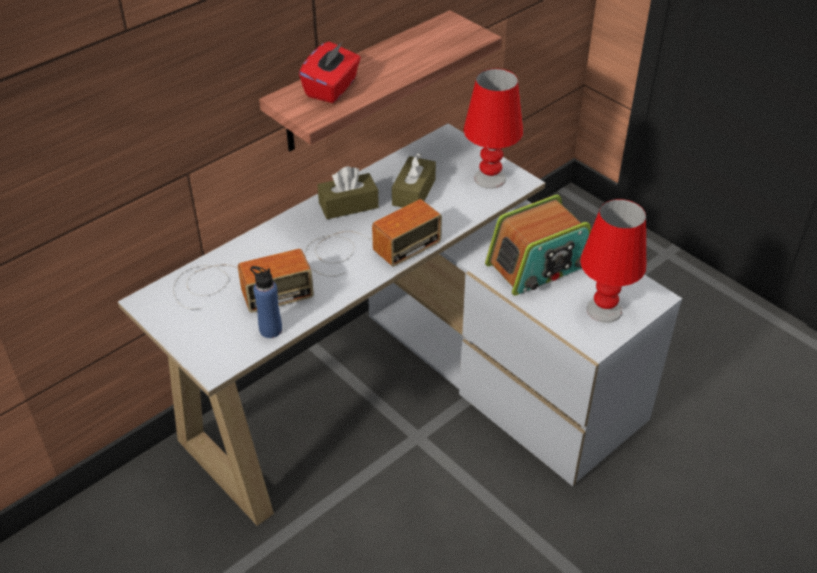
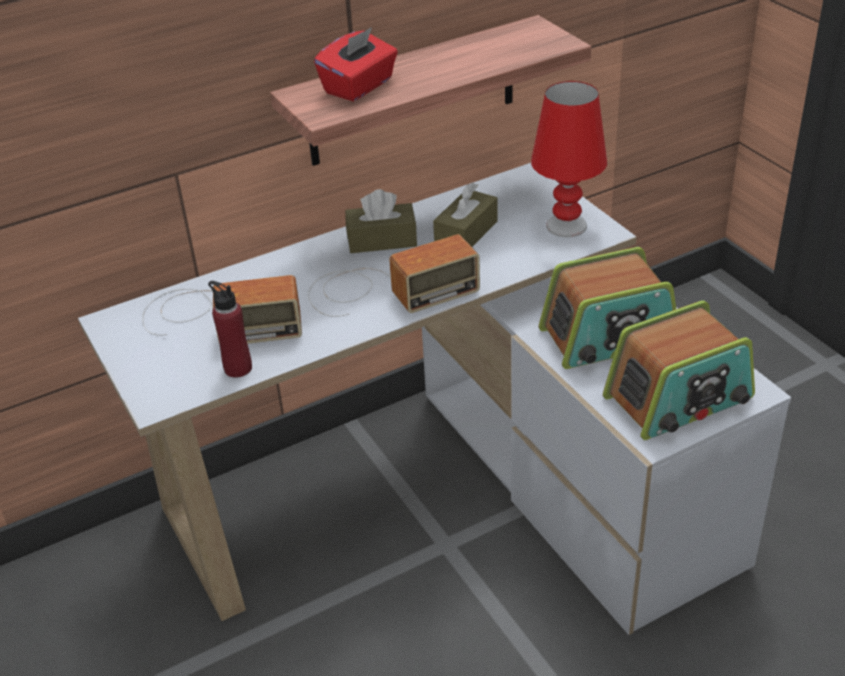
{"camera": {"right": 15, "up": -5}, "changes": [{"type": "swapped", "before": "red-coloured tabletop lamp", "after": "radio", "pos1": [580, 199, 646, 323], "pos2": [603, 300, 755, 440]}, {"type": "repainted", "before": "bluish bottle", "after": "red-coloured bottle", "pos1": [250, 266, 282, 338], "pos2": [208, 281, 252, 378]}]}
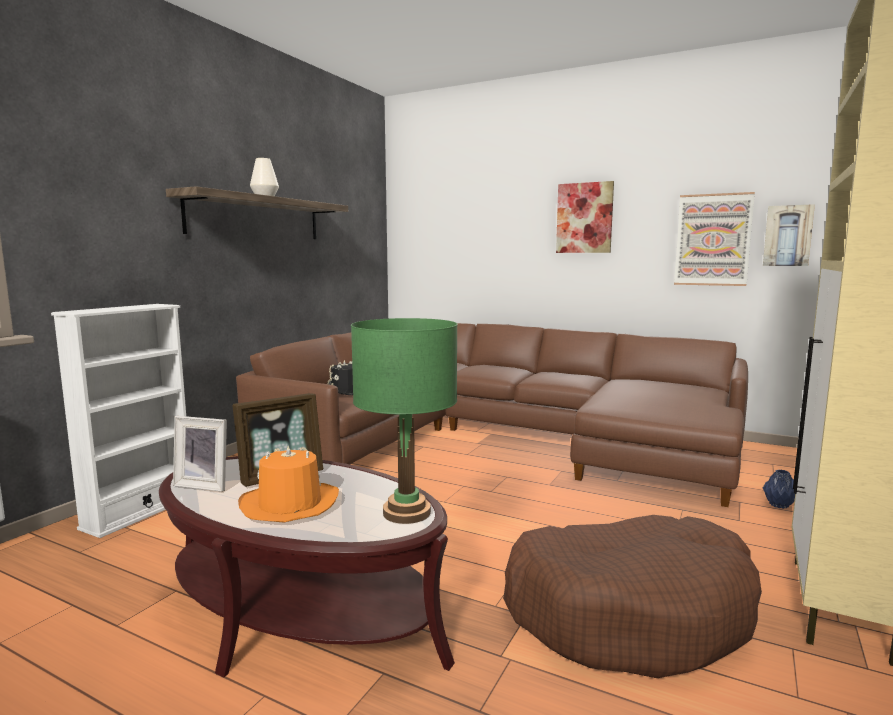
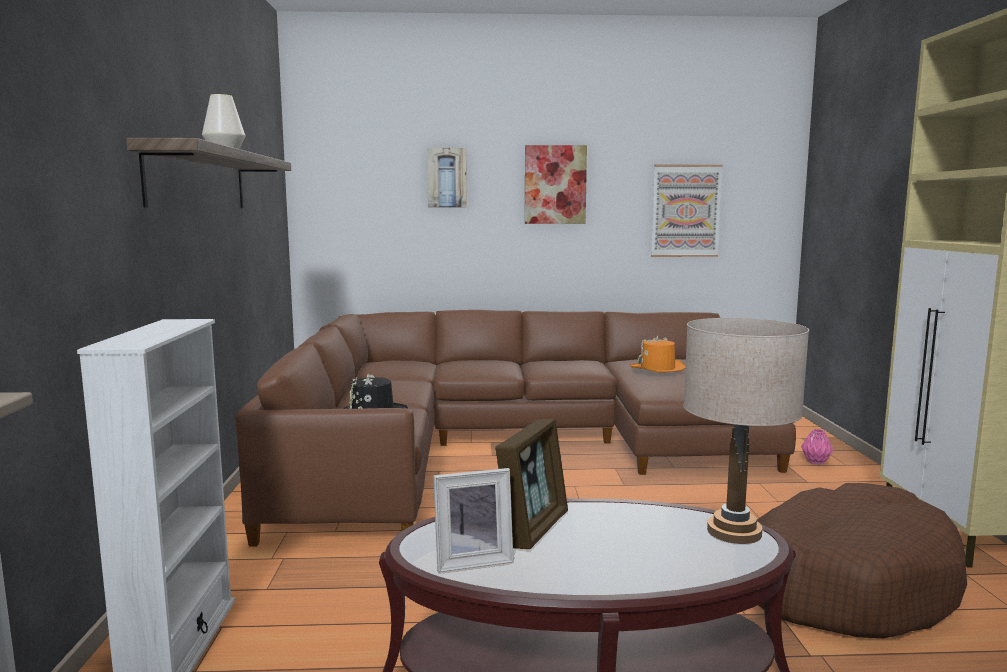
{"camera": {"right": -30, "up": 0}, "changes": [{"type": "shifted", "before": "orange hat", "pos1": [238, 446, 339, 523], "pos2": [630, 335, 686, 373]}, {"type": "shifted", "before": "wall picture", "pos1": [763, 204, 815, 266], "pos2": [427, 148, 467, 207]}, {"type": "repainted", "before": "green tabletop lamp", "after": "beige-coloured tabletop lamp", "pos1": [351, 318, 458, 524], "pos2": [683, 318, 809, 544]}, {"type": "repainted", "before": "bluish vase", "after": "pink-coloured vase", "pos1": [763, 470, 795, 509], "pos2": [801, 429, 833, 465]}]}
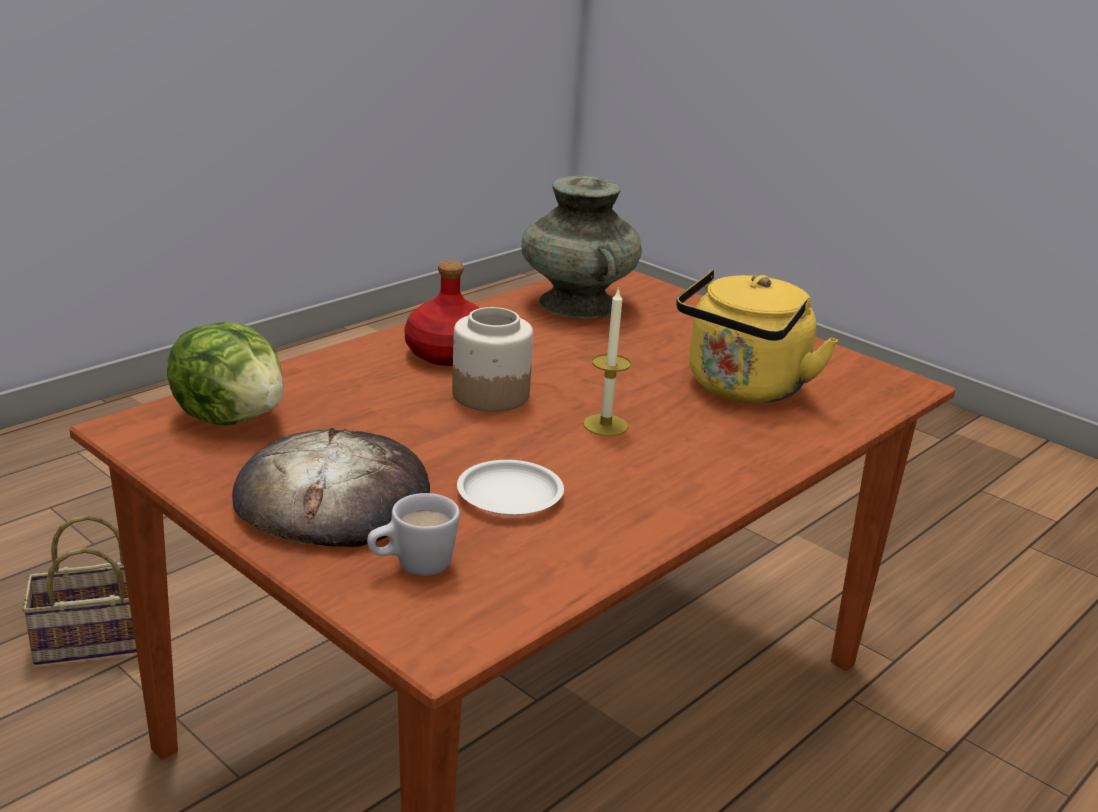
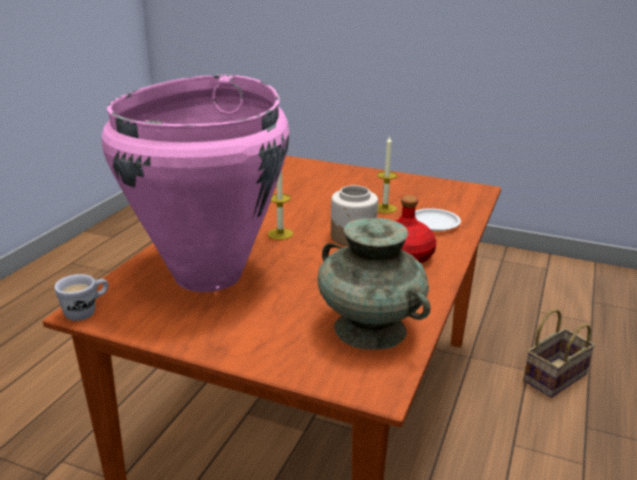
{"camera": {"right": 160, "up": 0}, "changes": [{"type": "gone", "before": "lettuce head", "pos1": [167, 322, 284, 426]}, {"type": "gone", "before": "baked bread", "pos1": [232, 428, 430, 547]}, {"type": "new", "after": "wax light", "pos2": [377, 135, 397, 213]}, {"type": "shifted", "before": "white mug", "pos1": [367, 493, 460, 576], "pos2": [55, 274, 108, 321]}, {"type": "shifted", "before": "white plate", "pos1": [457, 460, 564, 515], "pos2": [415, 208, 461, 231]}, {"type": "swapped", "before": "yellowish tea kettle", "after": "pink-coloured vase", "pos1": [676, 270, 838, 403], "pos2": [102, 74, 289, 292]}]}
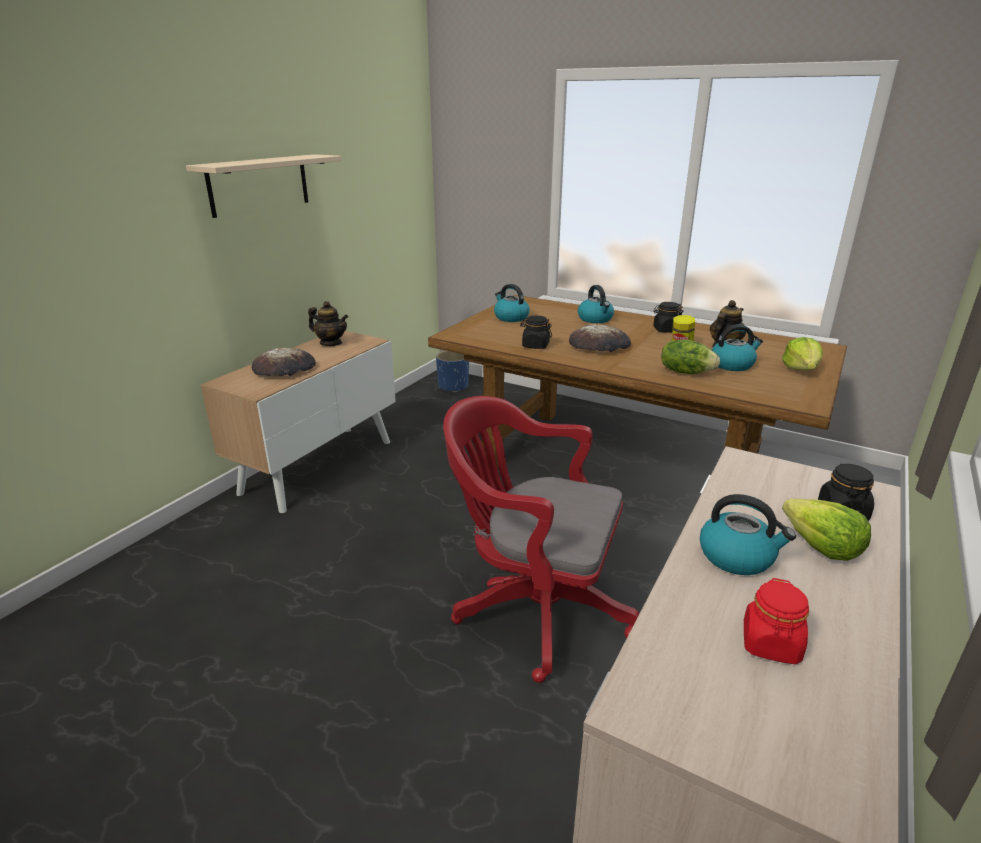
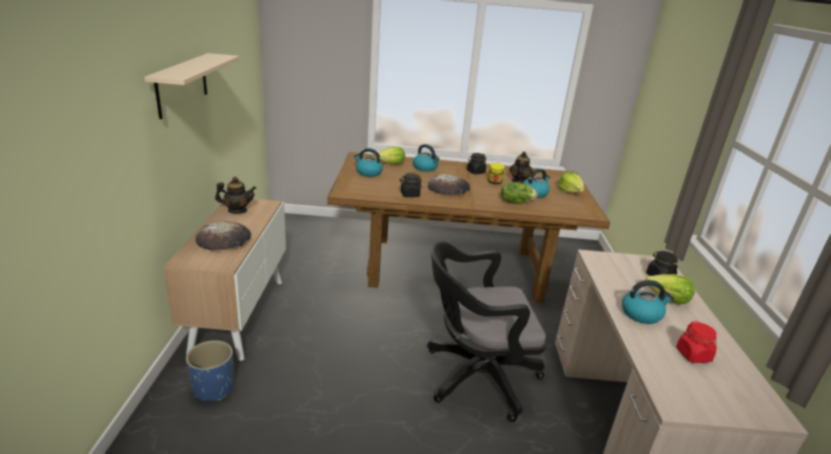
{"camera": {"right": -30, "up": 0}, "changes": [{"type": "new", "after": "lettuce head", "pos2": [376, 147, 405, 164]}, {"type": "shifted", "before": "bluish flower pot", "pos1": [436, 351, 469, 393], "pos2": [186, 340, 234, 401]}, {"type": "repainted", "before": "red-coloured computer chair", "after": "black-coloured computer chair", "pos1": [443, 396, 639, 683], "pos2": [427, 241, 546, 422]}]}
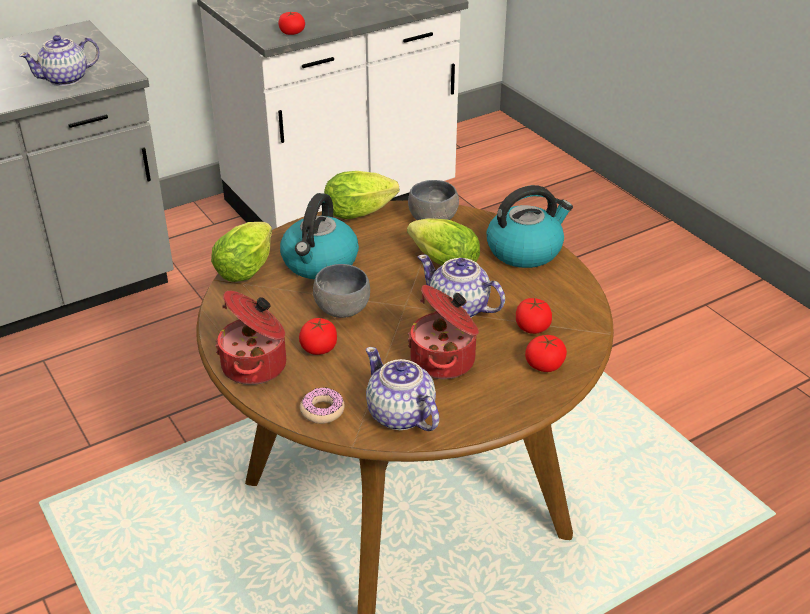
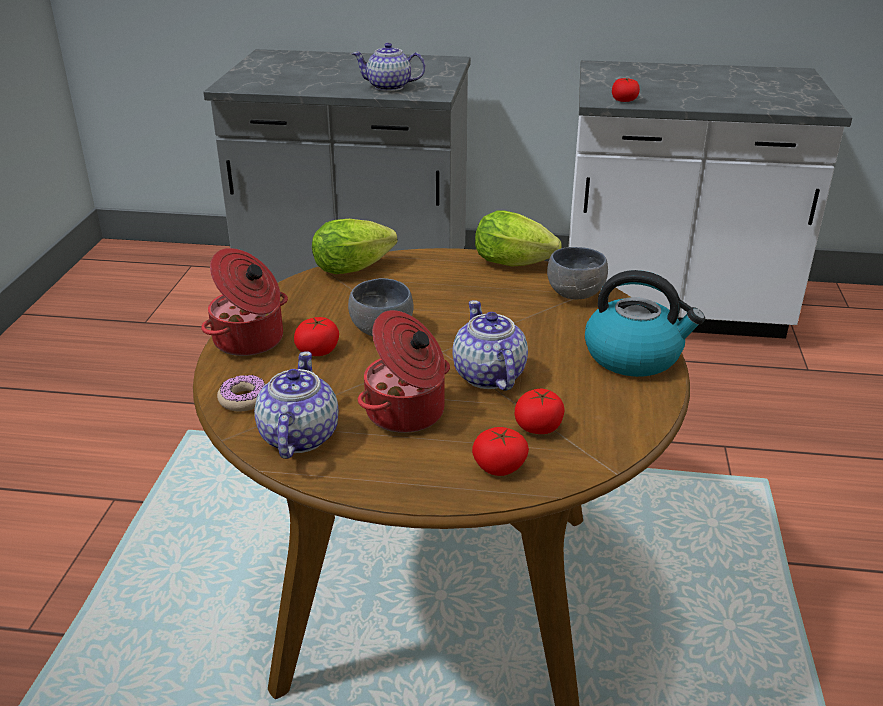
{"camera": {"right": 40, "up": -5}, "changes": [{"type": "gone", "before": "tea kettle", "pos1": [280, 193, 359, 279]}, {"type": "gone", "before": "lettuce head", "pos1": [407, 218, 480, 266]}]}
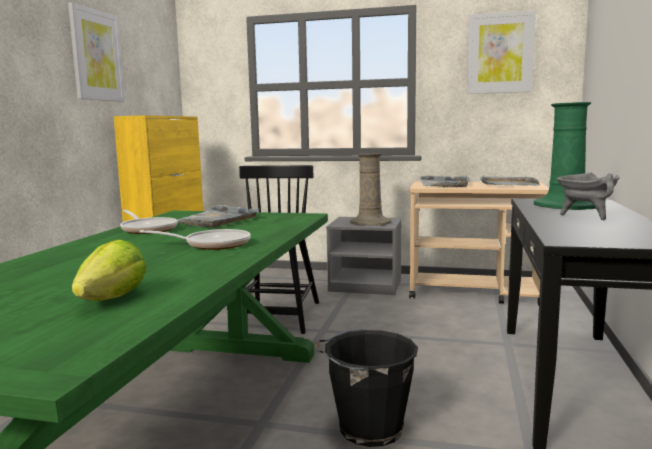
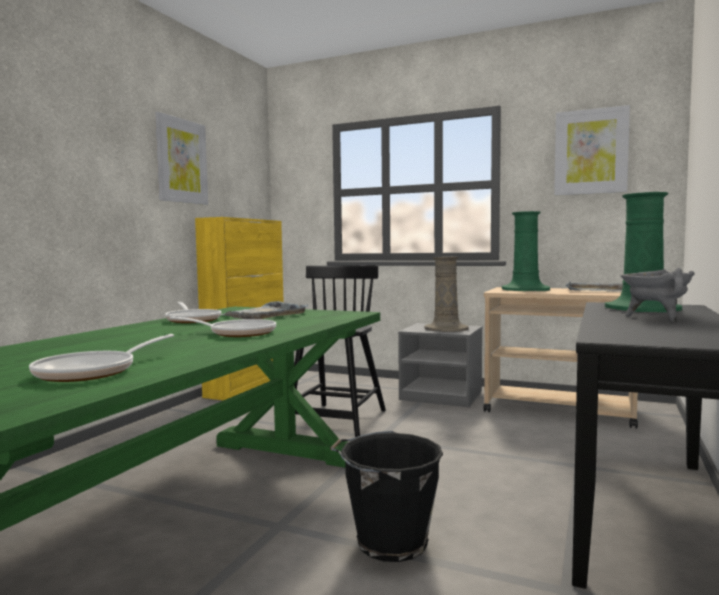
{"camera": {"right": 10, "up": -5}, "changes": [{"type": "swapped", "before": "lettuce head", "after": "skillet", "pos1": [72, 239, 147, 301], "pos2": [29, 334, 174, 382]}, {"type": "swapped", "before": "grey tray", "after": "green vase", "pos1": [420, 175, 470, 187], "pos2": [501, 211, 550, 291]}]}
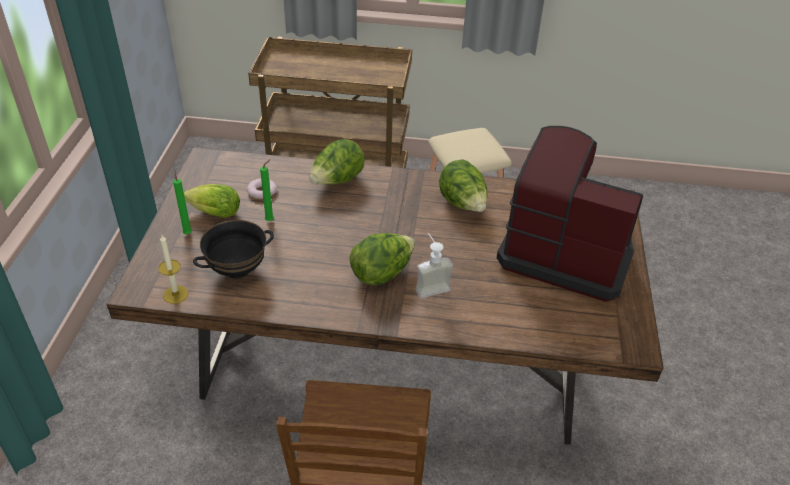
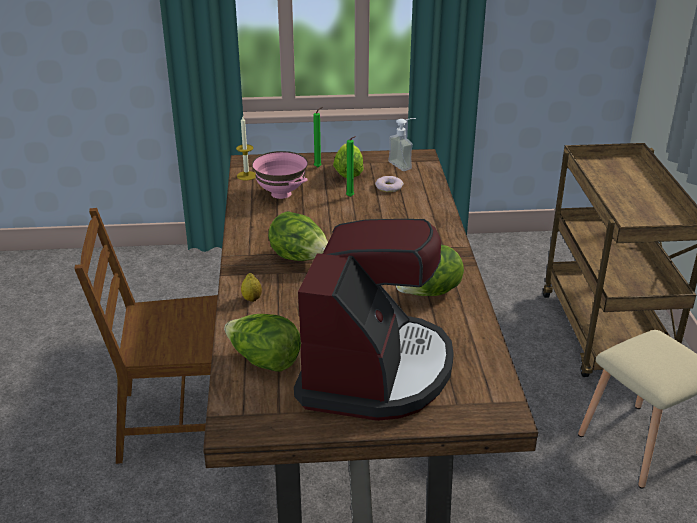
{"camera": {"right": 80, "up": -10}, "changes": [{"type": "new", "after": "citrus fruit", "pos2": [241, 273, 262, 302]}, {"type": "shifted", "before": "lettuce head", "pos1": [309, 139, 365, 184], "pos2": [224, 314, 301, 372]}, {"type": "shifted", "before": "soap dispenser", "pos1": [416, 233, 453, 298], "pos2": [388, 118, 416, 171]}, {"type": "repainted", "before": "black-coloured bowl", "after": "pink-coloured bowl", "pos1": [193, 220, 274, 279], "pos2": [252, 151, 308, 199]}]}
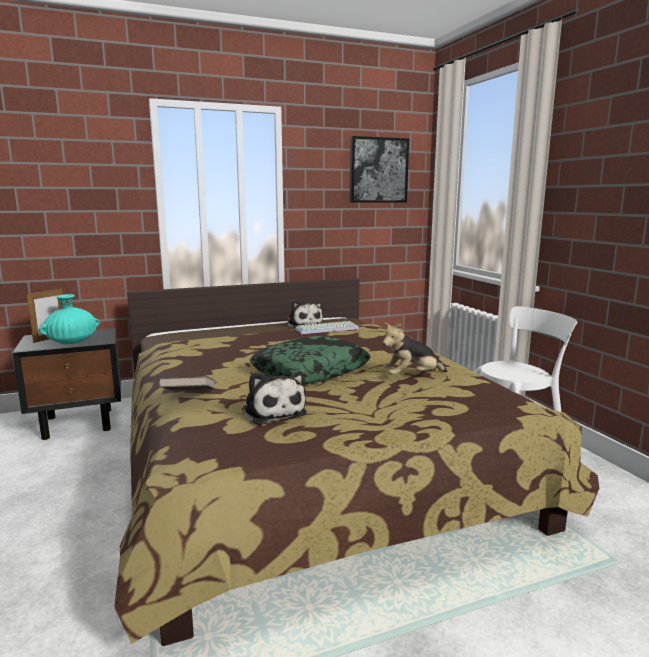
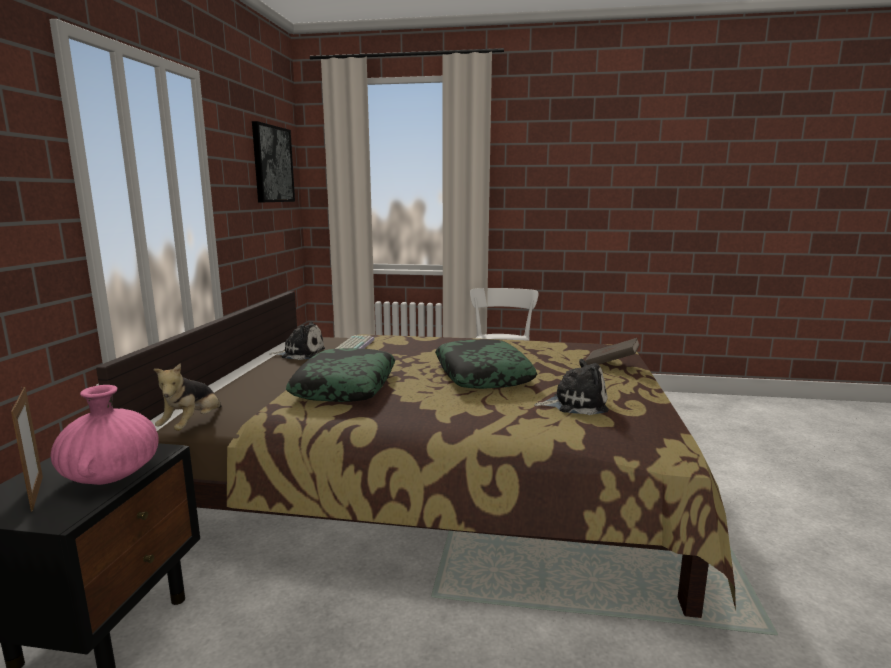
{"camera": {"right": -60, "up": 0}, "changes": [{"type": "new", "after": "throw pillow", "pos2": [285, 348, 395, 402]}, {"type": "shifted", "before": "brown-coloured book", "pos1": [158, 376, 215, 391], "pos2": [585, 338, 640, 365]}, {"type": "shifted", "before": "plush toy", "pos1": [383, 322, 448, 375], "pos2": [153, 363, 221, 431]}, {"type": "repainted", "before": "turquoise vase", "after": "pink-coloured vase", "pos1": [39, 294, 100, 344], "pos2": [51, 385, 159, 485]}]}
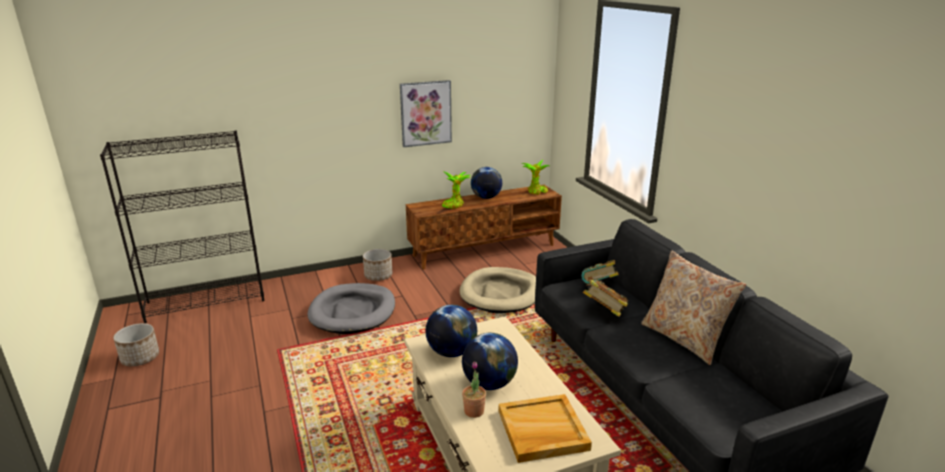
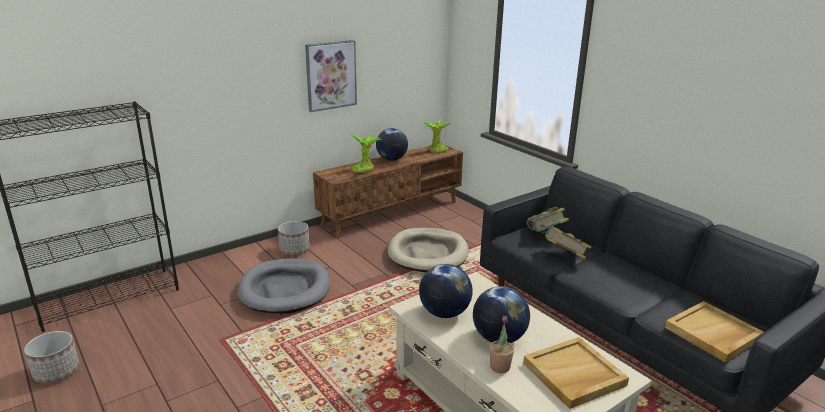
{"camera": {"right": -15, "up": 0}, "changes": [{"type": "gone", "before": "beige-coloured throw pillow", "pos1": [641, 251, 746, 365]}, {"type": "new", "after": "beige-coloured tray", "pos2": [665, 301, 764, 362]}]}
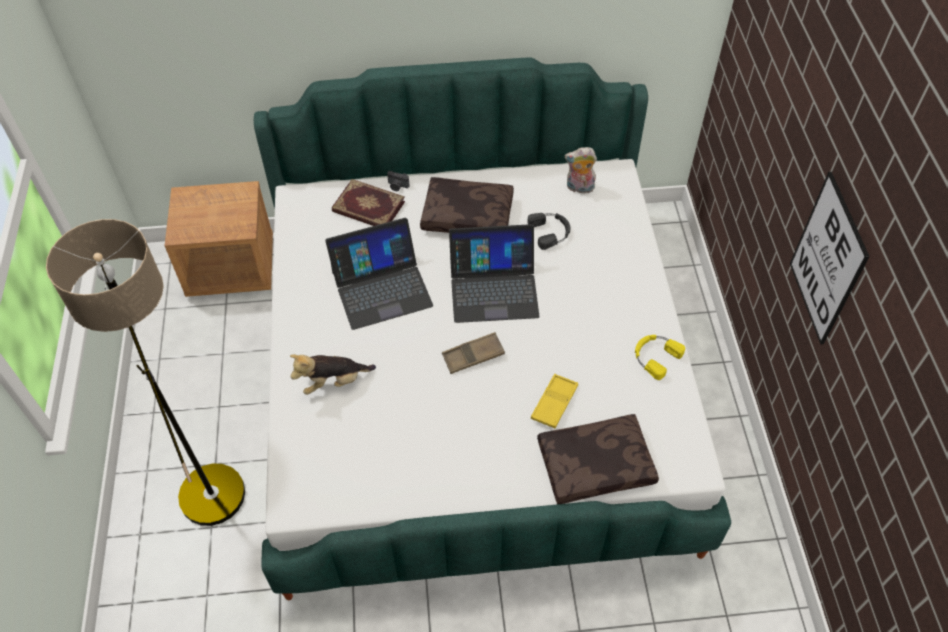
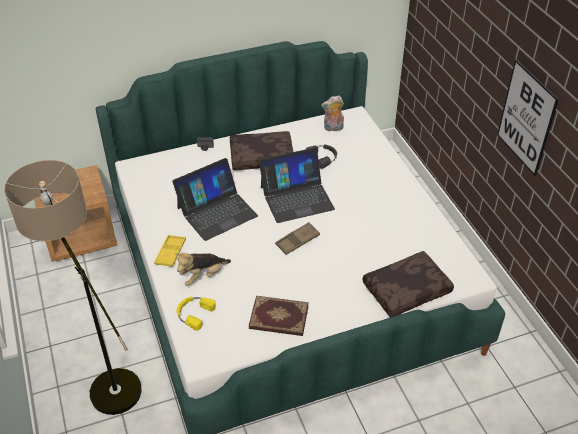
{"camera": {"right": -15, "up": -10}, "changes": [{"type": "shifted", "before": "book", "pos1": [332, 179, 405, 226], "pos2": [249, 296, 309, 336]}, {"type": "shifted", "before": "yellowish tray", "pos1": [531, 374, 578, 428], "pos2": [154, 235, 186, 267]}, {"type": "shifted", "before": "yellowish headphones", "pos1": [635, 335, 685, 380], "pos2": [176, 296, 216, 330]}]}
